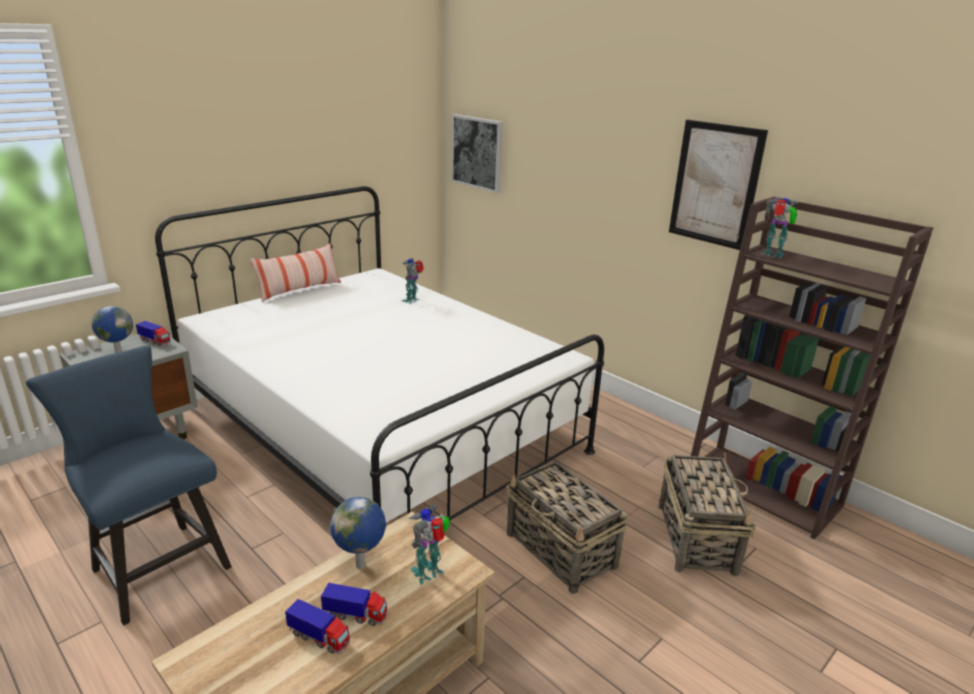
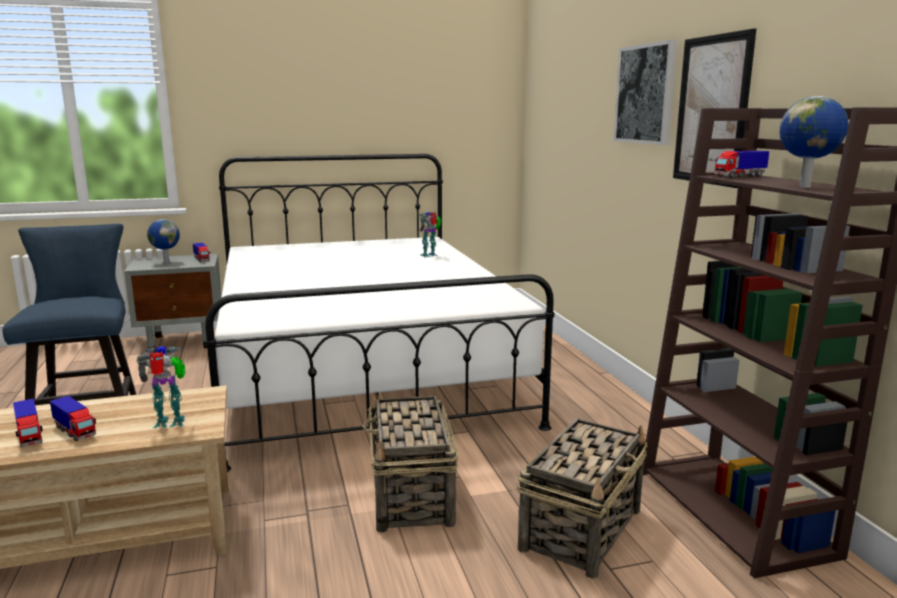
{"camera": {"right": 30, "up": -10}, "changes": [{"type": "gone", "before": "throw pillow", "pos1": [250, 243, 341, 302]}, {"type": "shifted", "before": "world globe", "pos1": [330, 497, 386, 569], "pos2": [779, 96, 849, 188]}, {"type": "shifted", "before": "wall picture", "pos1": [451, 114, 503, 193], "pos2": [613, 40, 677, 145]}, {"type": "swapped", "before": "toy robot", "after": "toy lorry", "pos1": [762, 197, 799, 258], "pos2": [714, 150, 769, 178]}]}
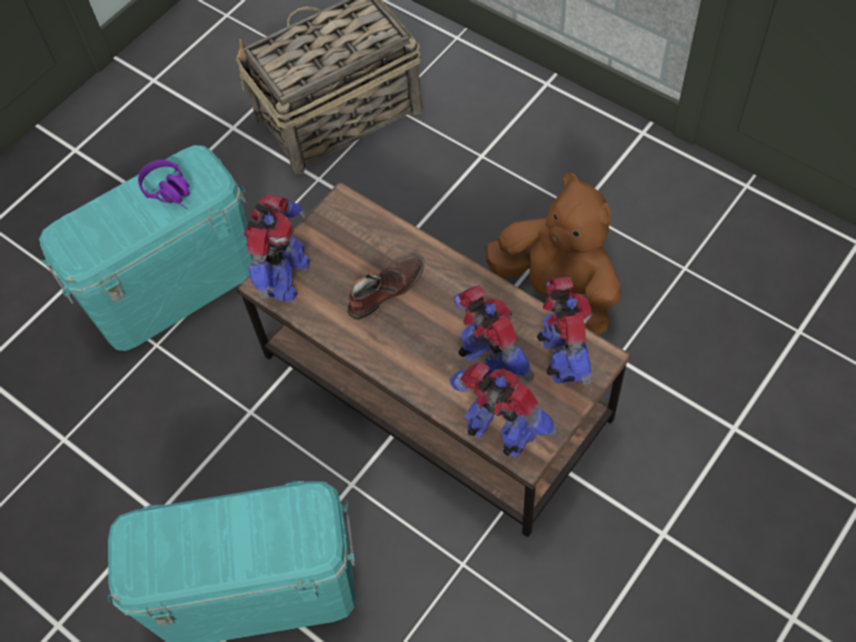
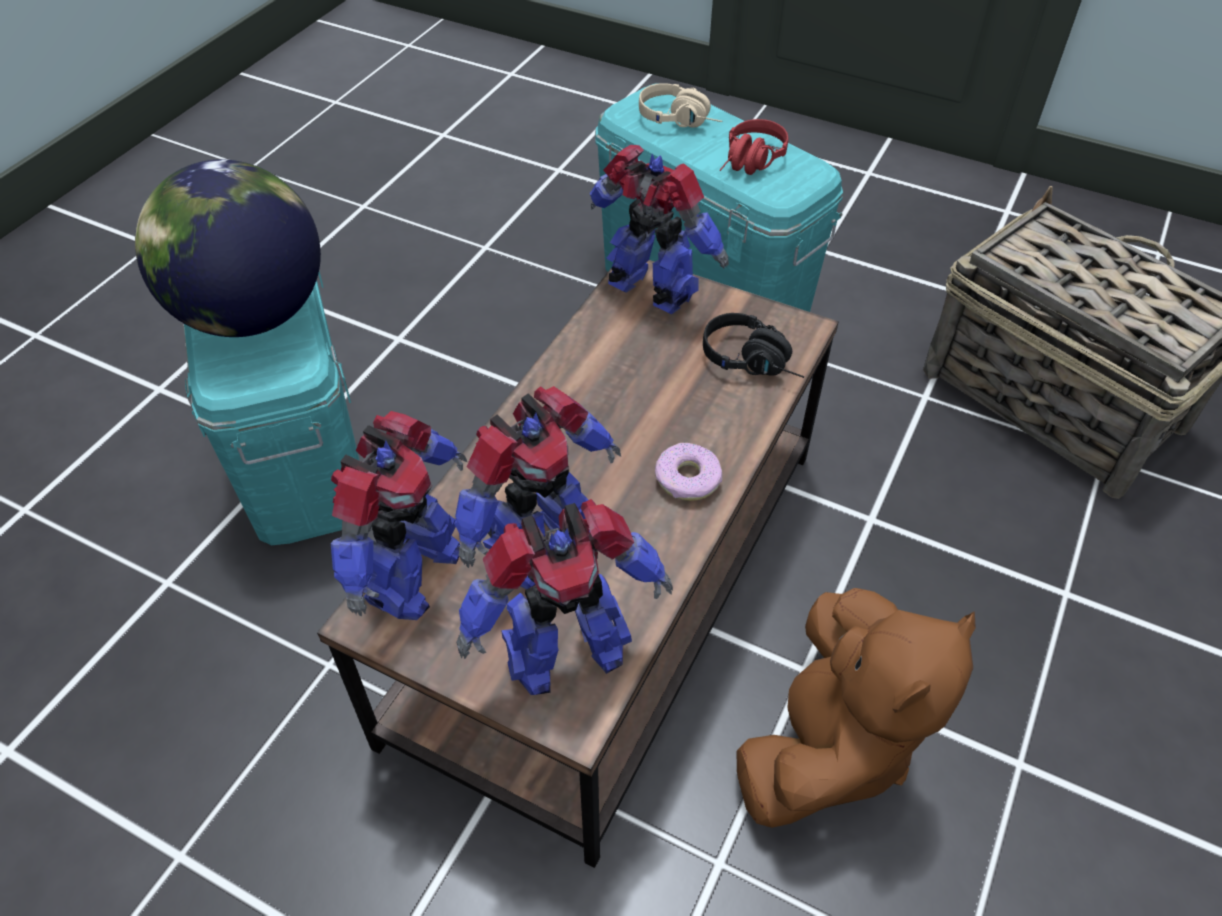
{"camera": {"right": 75, "up": -10}, "changes": [{"type": "gone", "before": "brown-coloured item of footwear", "pos1": [347, 258, 424, 320]}, {"type": "new", "after": "world globe", "pos2": [135, 159, 321, 337]}, {"type": "new", "after": "beige-coloured headphones", "pos2": [639, 83, 722, 128]}, {"type": "new", "after": "ring doughnut", "pos2": [655, 443, 722, 501]}, {"type": "new", "after": "black-coloured headphones", "pos2": [703, 313, 804, 378]}, {"type": "repainted", "before": "purple headphones", "after": "red-coloured headphones", "pos1": [138, 160, 190, 209], "pos2": [720, 119, 788, 175]}, {"type": "rotated", "before": "toy robot", "pos1": [244, 194, 310, 302], "pos2": [590, 145, 729, 314], "turn": -150}]}
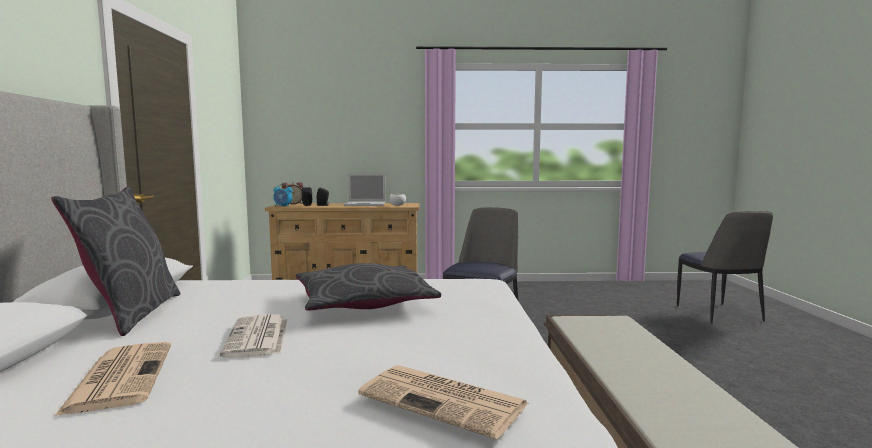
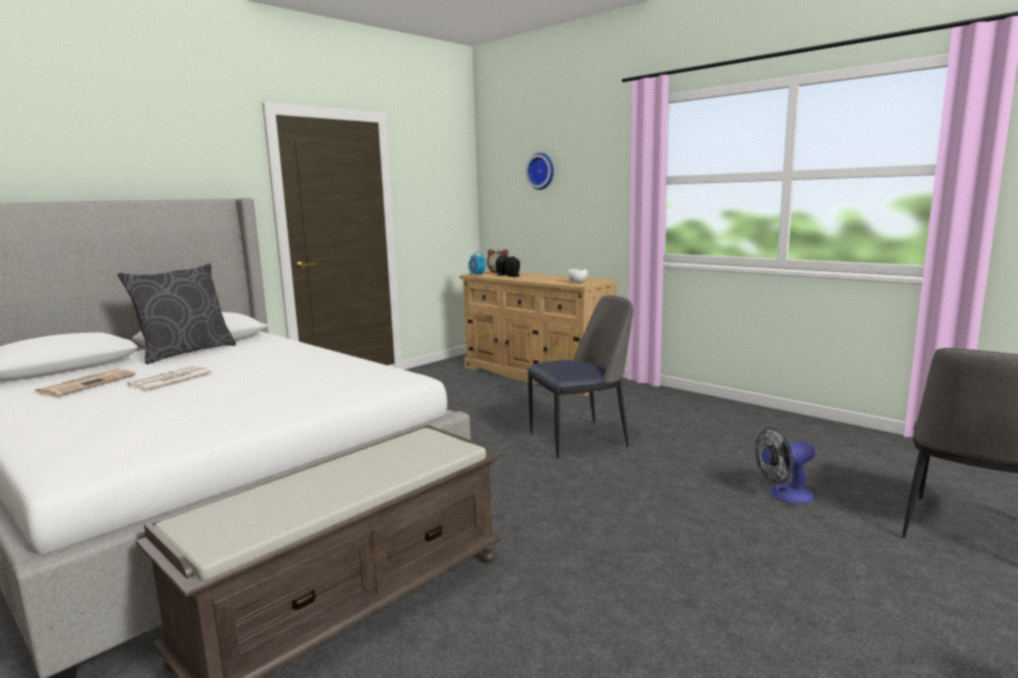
{"camera": {"right": 45, "up": 5}, "changes": [{"type": "gone", "before": "grey throw pillow", "pos1": [296, 263, 441, 311]}, {"type": "gone", "before": "notebook computer", "pos1": [344, 173, 385, 206]}, {"type": "gone", "before": "printed paper", "pos1": [358, 365, 528, 439]}, {"type": "new", "after": "wall clock", "pos2": [526, 153, 554, 190]}, {"type": "new", "after": "electric fan", "pos2": [755, 427, 815, 504]}]}
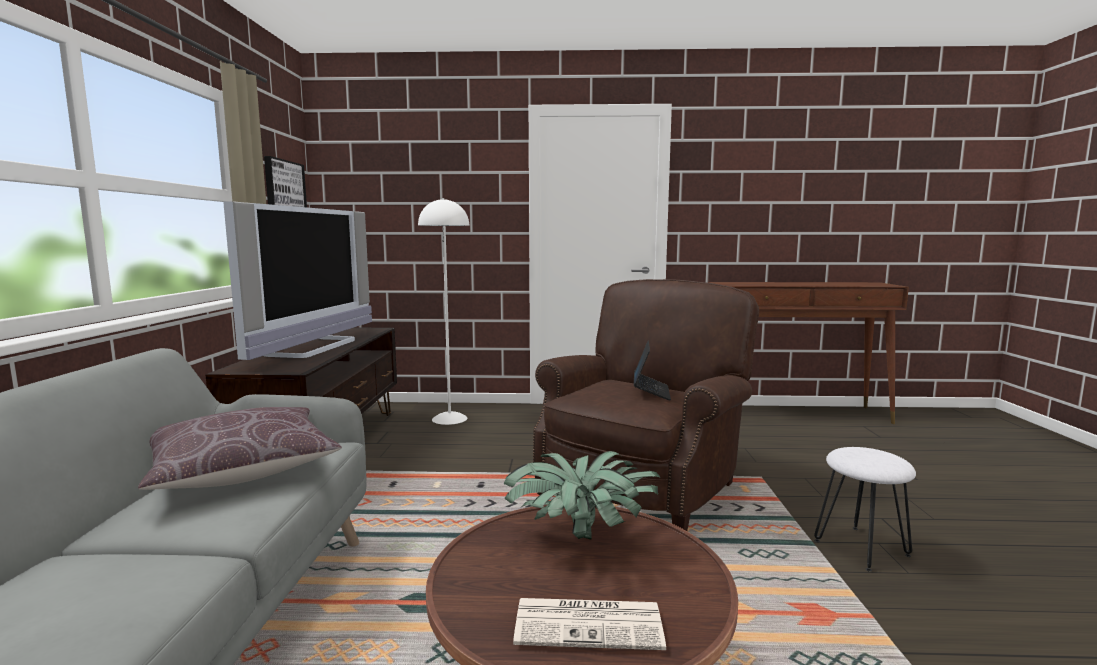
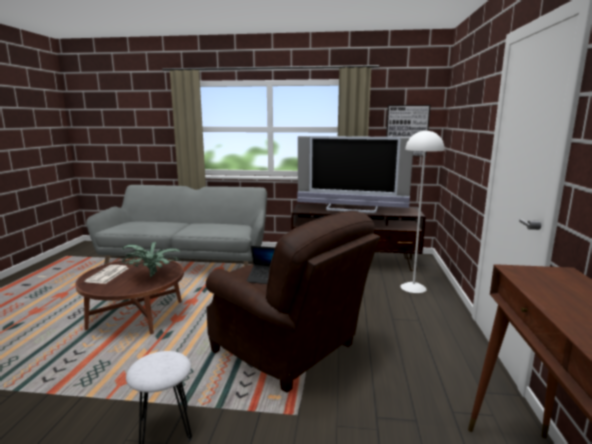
{"camera": {"right": 95, "up": 5}, "changes": [{"type": "gone", "before": "brown-coloured throw pillow", "pos1": [138, 407, 342, 490]}]}
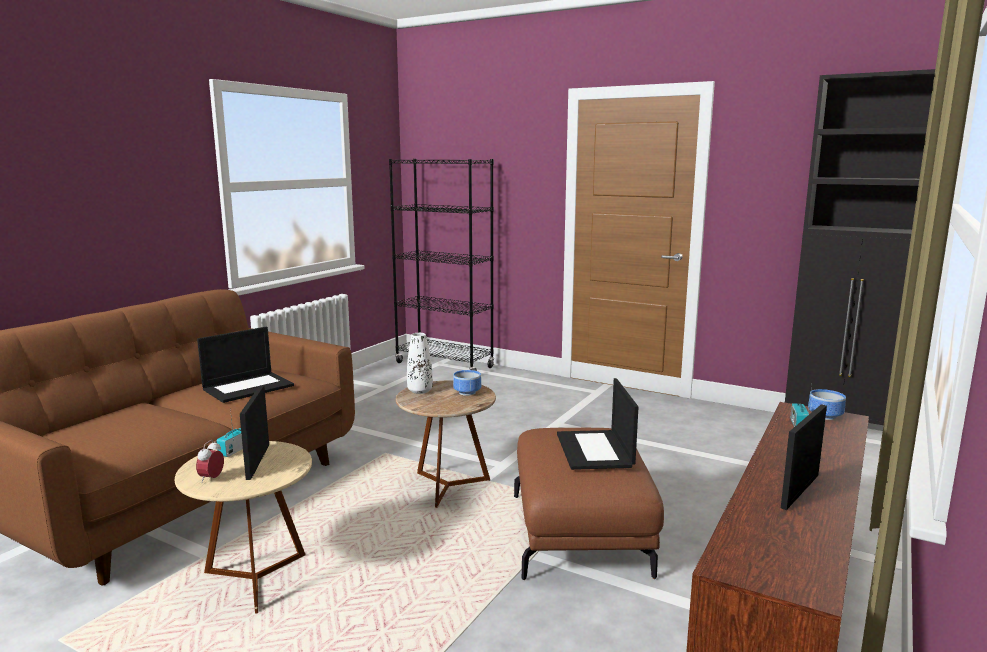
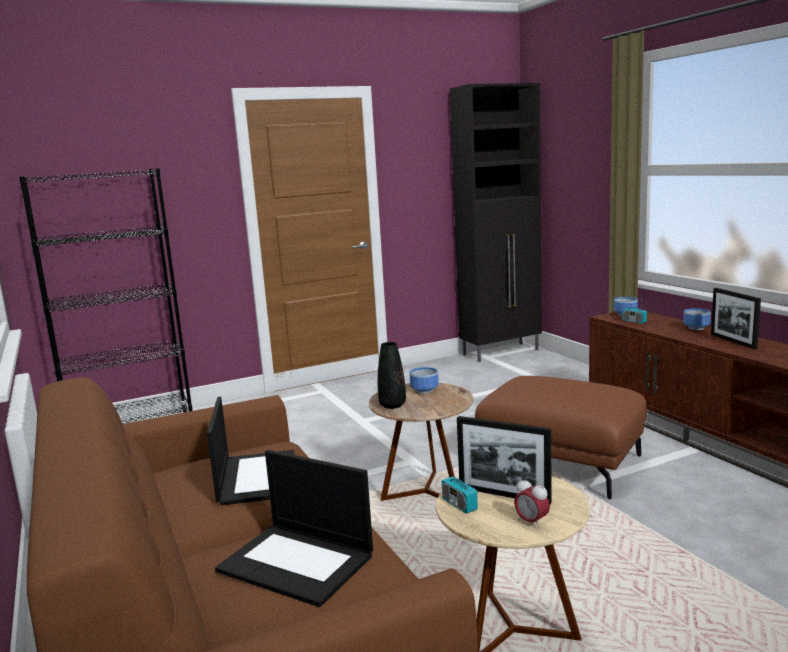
{"camera": {"right": -55, "up": 0}, "changes": [{"type": "new", "after": "bowl", "pos2": [683, 309, 711, 330]}, {"type": "shifted", "before": "notebook computer", "pos1": [557, 378, 638, 470], "pos2": [215, 450, 373, 607]}, {"type": "repainted", "before": "white vase", "after": "black-coloured vase", "pos1": [407, 333, 433, 394], "pos2": [378, 342, 406, 409]}]}
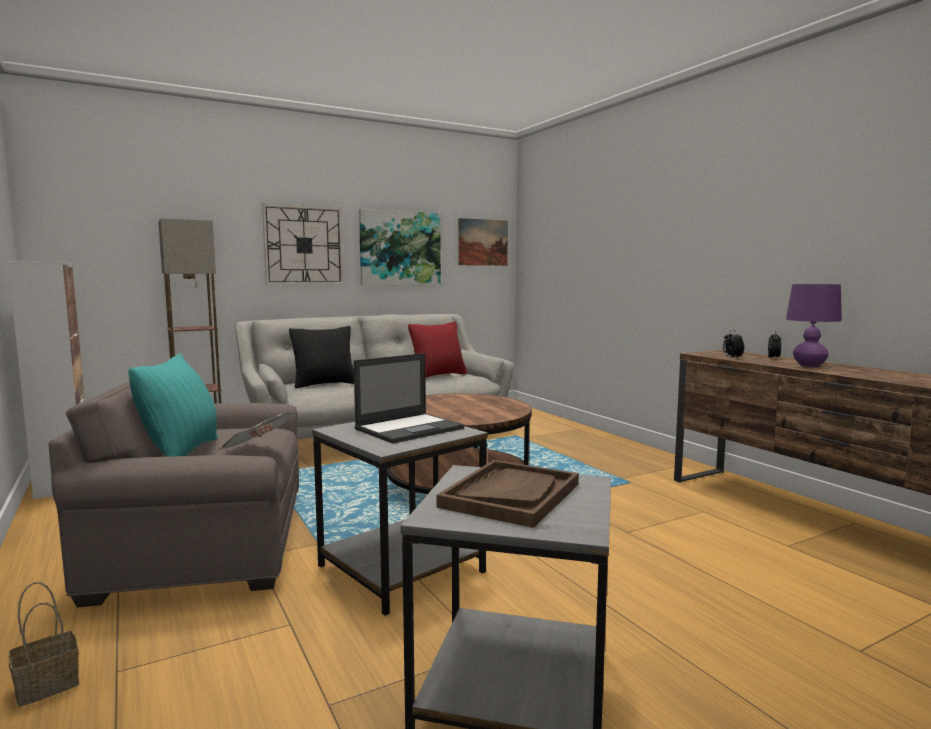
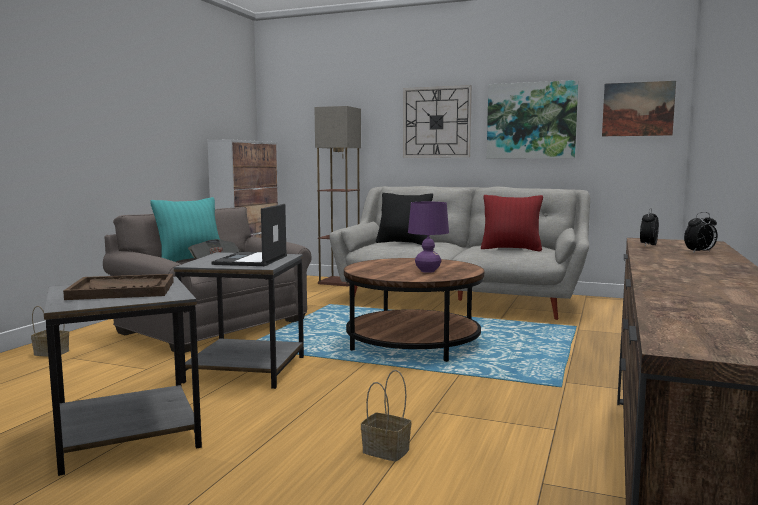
{"camera": {"right": 50, "up": 0}, "changes": [{"type": "new", "after": "storage basket", "pos2": [361, 370, 411, 462]}, {"type": "shifted", "before": "purple tabletop lamp", "pos1": [786, 284, 842, 367], "pos2": [408, 202, 449, 273]}, {"type": "rotated", "before": "notebook computer", "pos1": [354, 353, 464, 444], "pos2": [211, 204, 287, 266], "turn": 90}]}
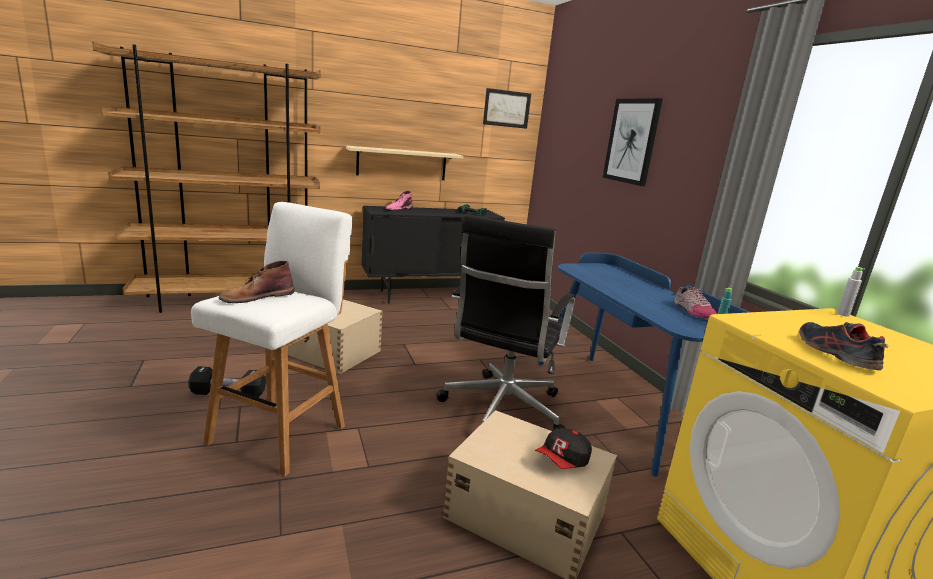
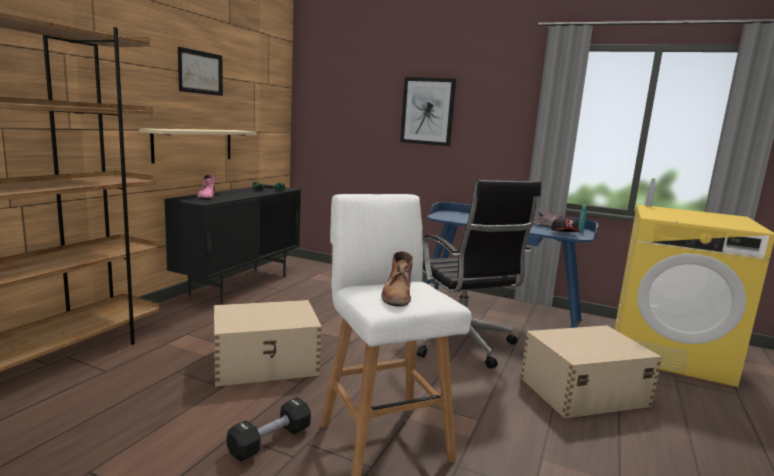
{"camera": {"right": -45, "up": -5}, "changes": [{"type": "gone", "before": "item of footwear", "pos1": [799, 322, 889, 370]}, {"type": "shifted", "before": "wall picture", "pos1": [483, 88, 531, 129], "pos2": [178, 47, 223, 96]}, {"type": "shifted", "before": "baseball cap", "pos1": [535, 428, 592, 469], "pos2": [551, 217, 580, 232]}]}
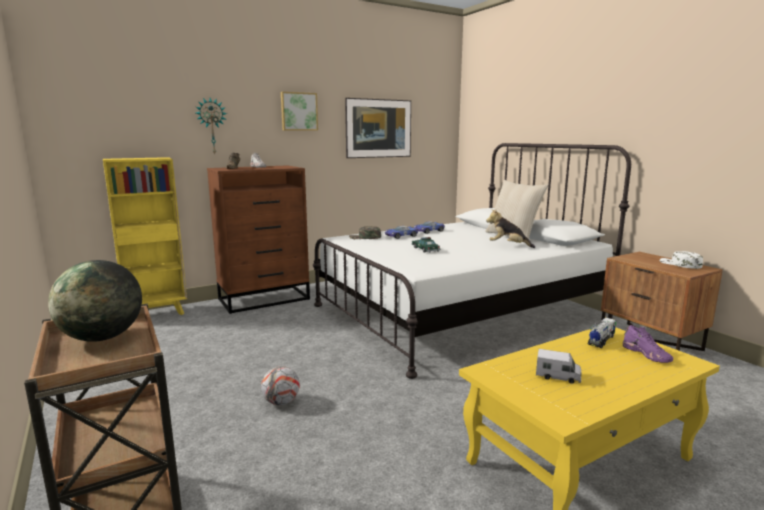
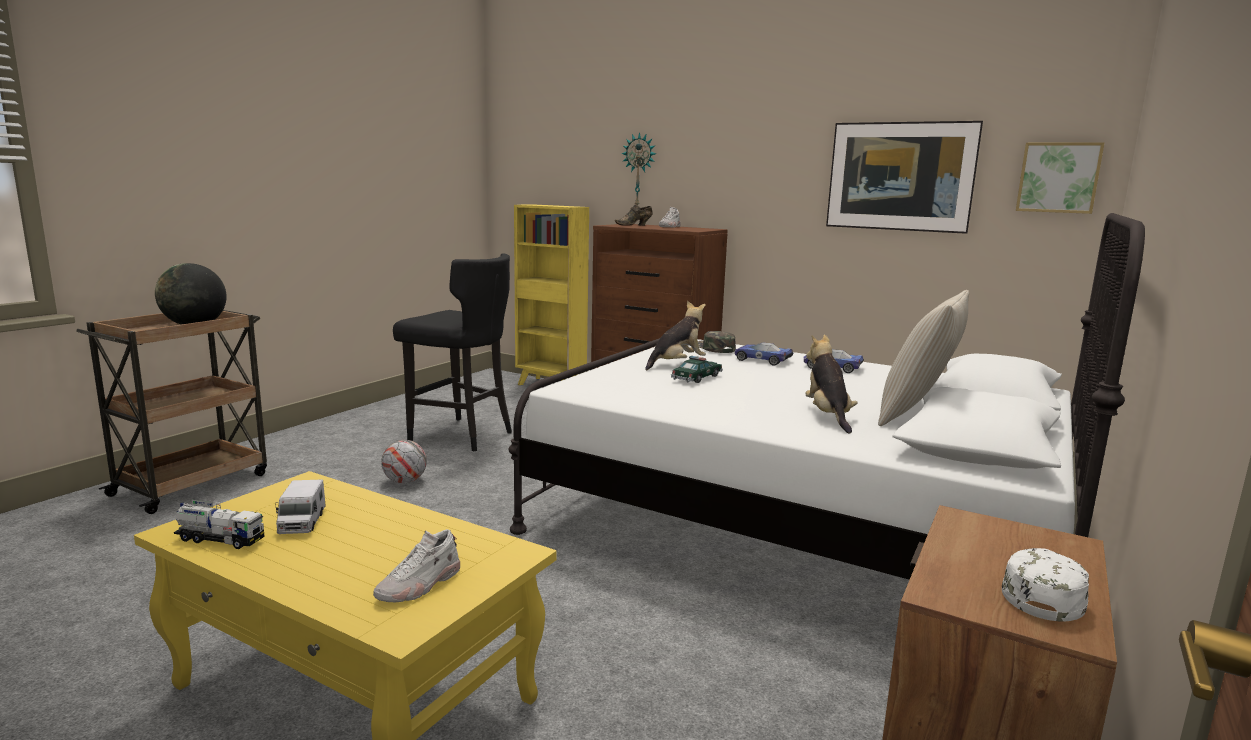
{"camera": {"right": 60, "up": 0}, "changes": [{"type": "new", "after": "black-coloured stool seat", "pos2": [393, 253, 512, 451]}, {"type": "new", "after": "plush toy", "pos2": [645, 301, 706, 370]}, {"type": "shifted", "before": "wall picture", "pos1": [281, 92, 318, 131], "pos2": [1016, 142, 1105, 214]}, {"type": "shifted", "before": "toy lorry", "pos1": [587, 317, 616, 348], "pos2": [174, 500, 265, 549]}, {"type": "repainted", "before": "purple item of footwear", "after": "white item of footwear", "pos1": [623, 325, 673, 363], "pos2": [373, 529, 460, 602]}]}
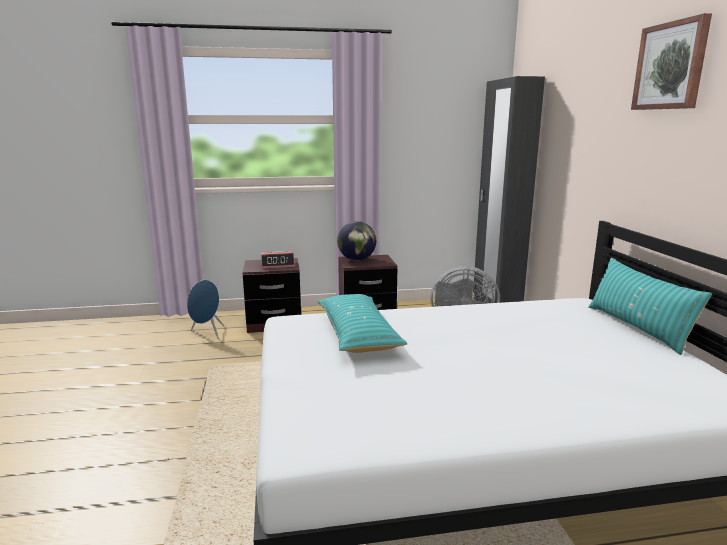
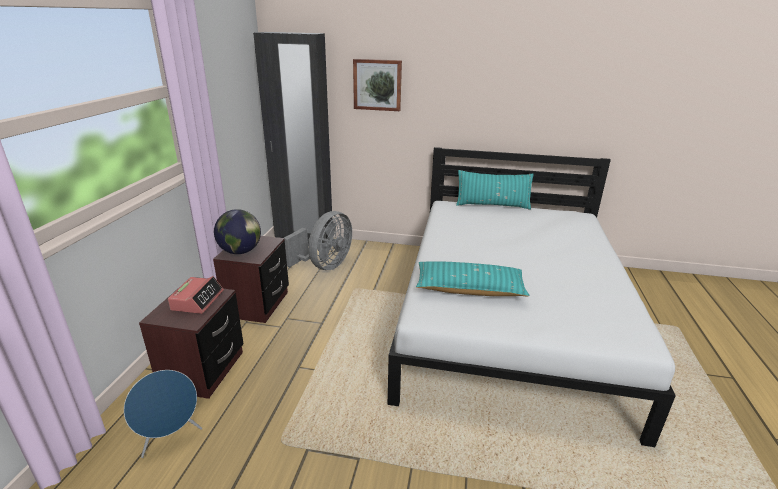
{"camera": {"right": -70, "up": 10}, "changes": [{"type": "shifted", "before": "wall picture", "pos1": [631, 13, 712, 110], "pos2": [353, 59, 402, 111]}]}
